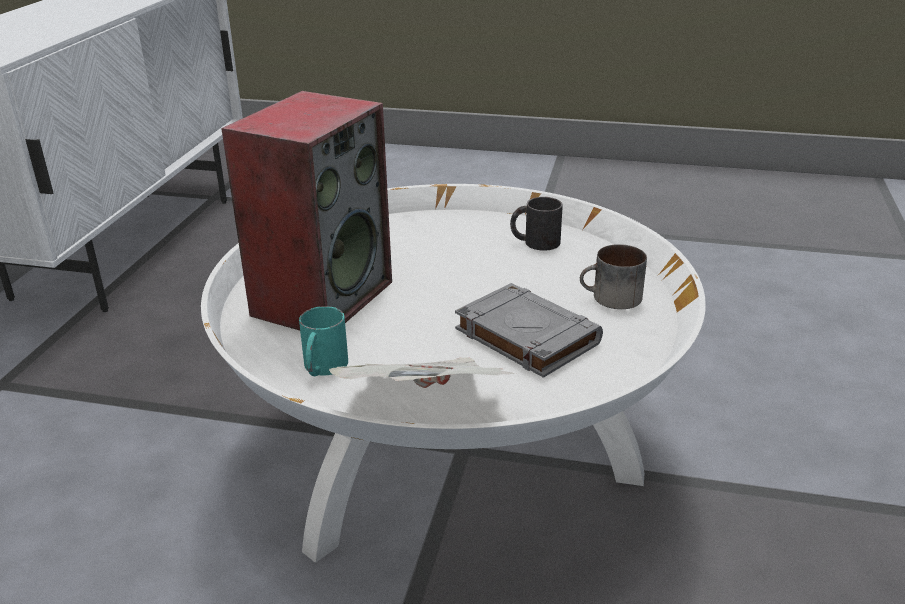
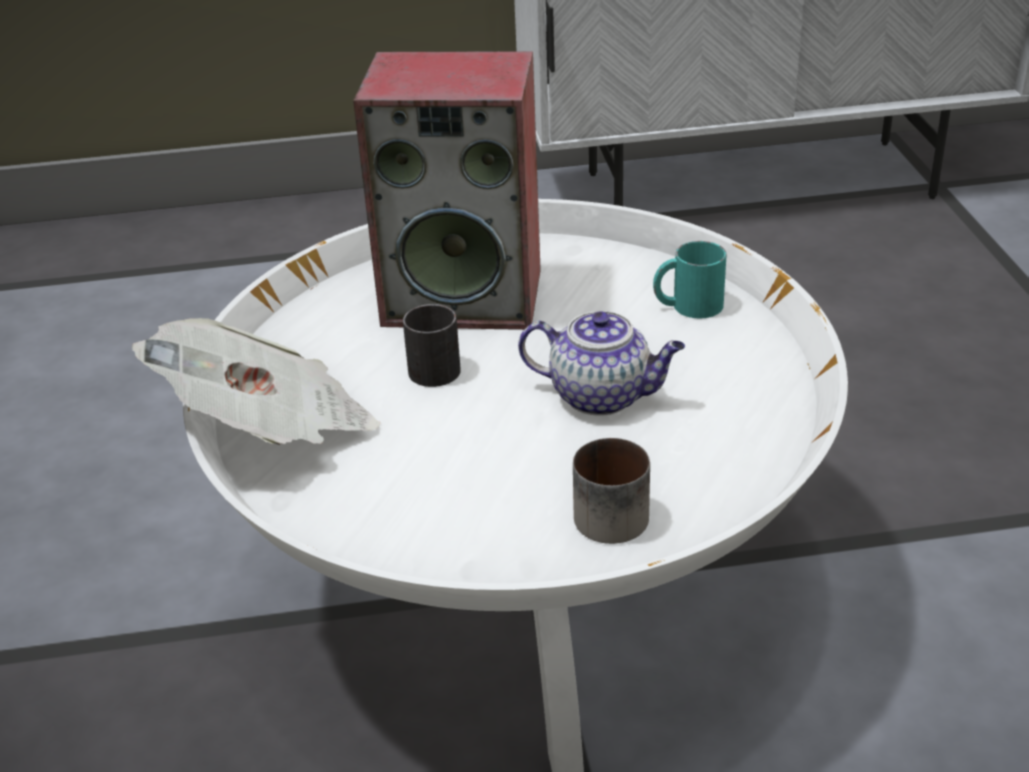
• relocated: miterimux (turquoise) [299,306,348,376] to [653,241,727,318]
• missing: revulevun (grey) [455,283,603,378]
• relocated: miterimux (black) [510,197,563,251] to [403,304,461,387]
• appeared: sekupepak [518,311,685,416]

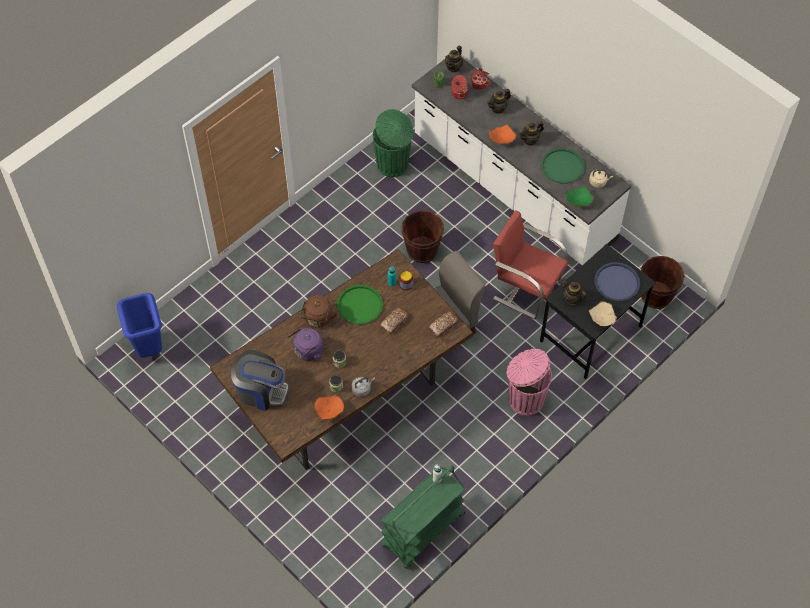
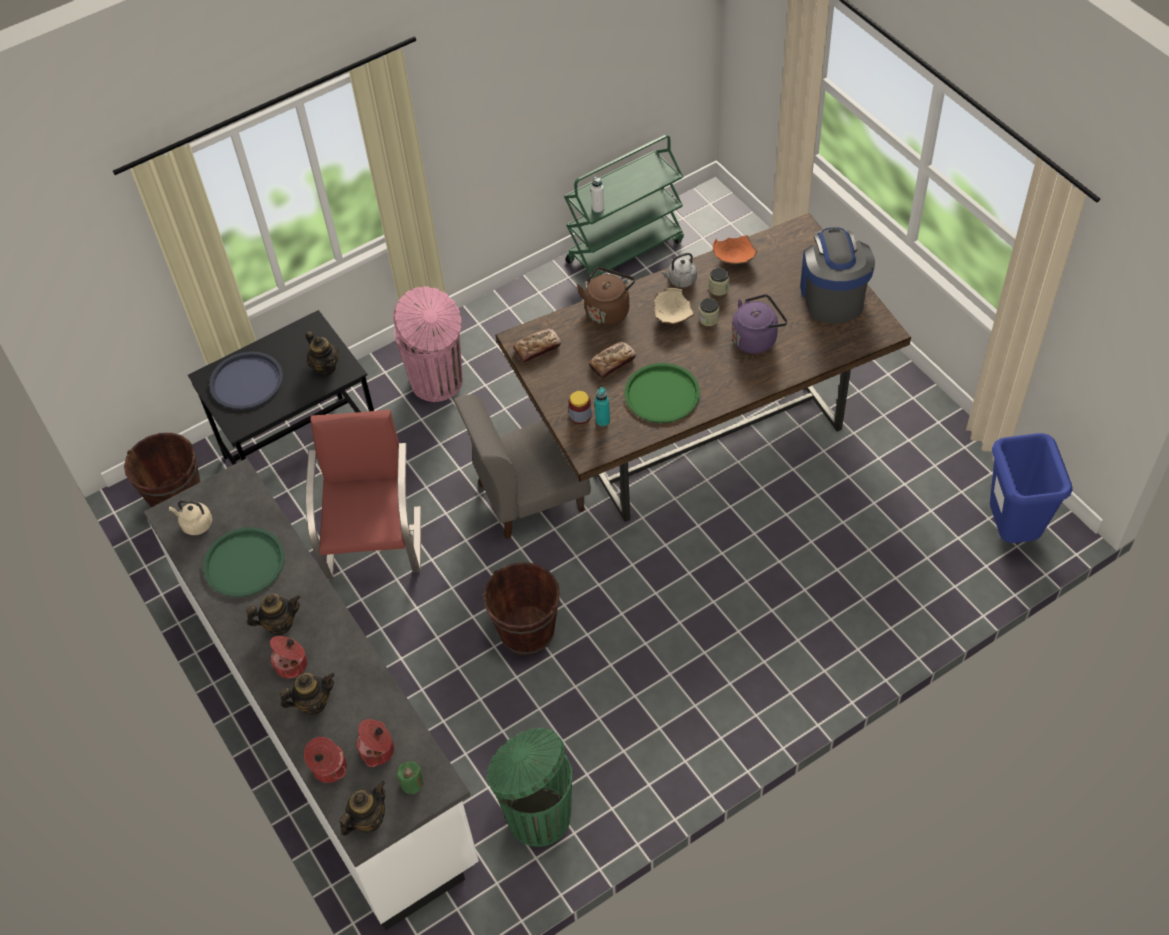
• spun: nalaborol [231,350,290,411] = [800,227,875,324] 60 degrees clockwise
• relocated: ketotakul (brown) [300,295,337,328] to [577,267,635,326]
• missing: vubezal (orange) [489,124,517,144]
• spun: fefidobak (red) [493,210,569,319] = [306,410,421,579] 135 degrees counterclockwise
• missing: vubezal (green) [566,186,594,207]
• relocated: vubezal (beige) [589,301,617,327] to [653,288,694,324]
• appeared: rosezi [270,636,307,679]

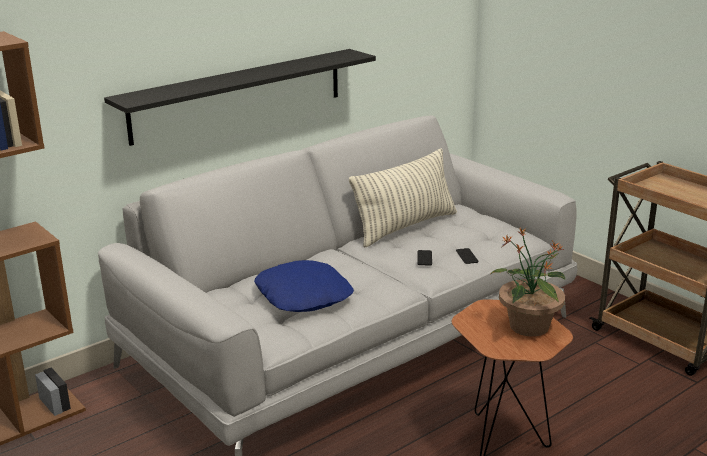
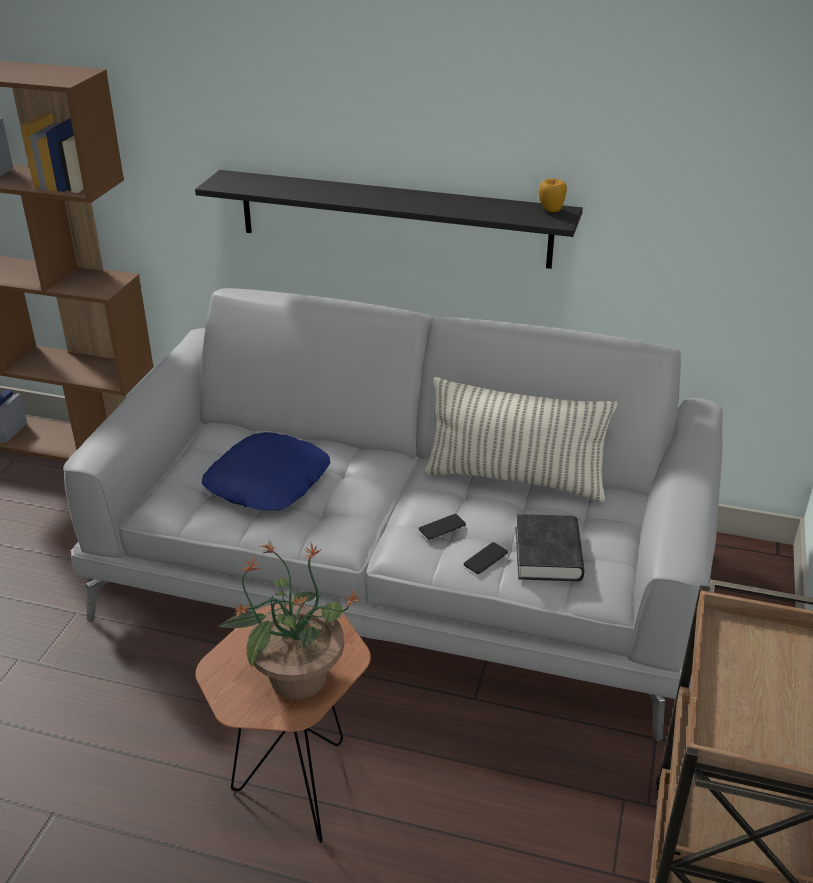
• appeared: revulevun (black) [516,514,584,581]
• appeared: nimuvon [538,179,567,212]

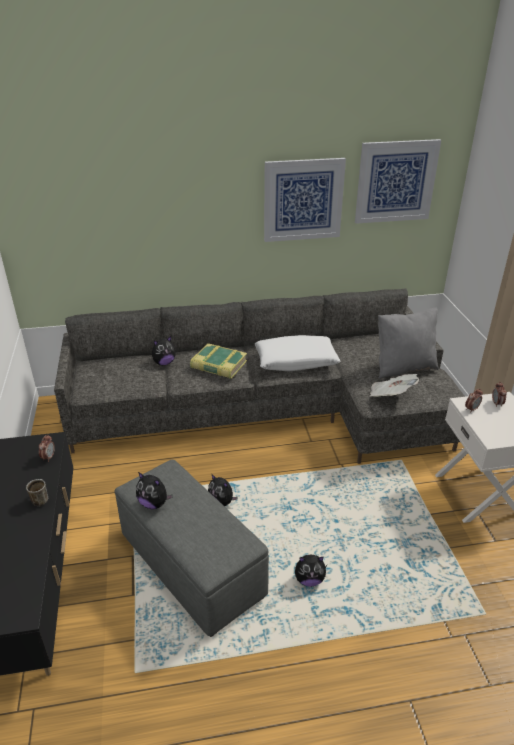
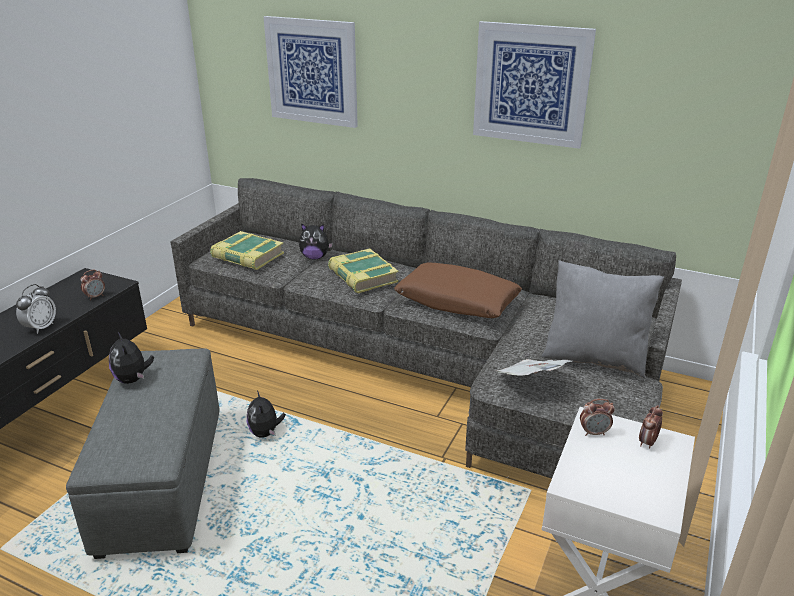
• exchanged: miterimux [26,479,48,507] to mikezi [16,284,56,334]
• colour: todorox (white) [255,335,341,372] to todorox (brown) [394,262,522,318]
• missing: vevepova [295,555,327,587]
• relocated: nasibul [355,139,441,224] to [264,16,358,128]
• appeared: revulevun [210,231,284,270]

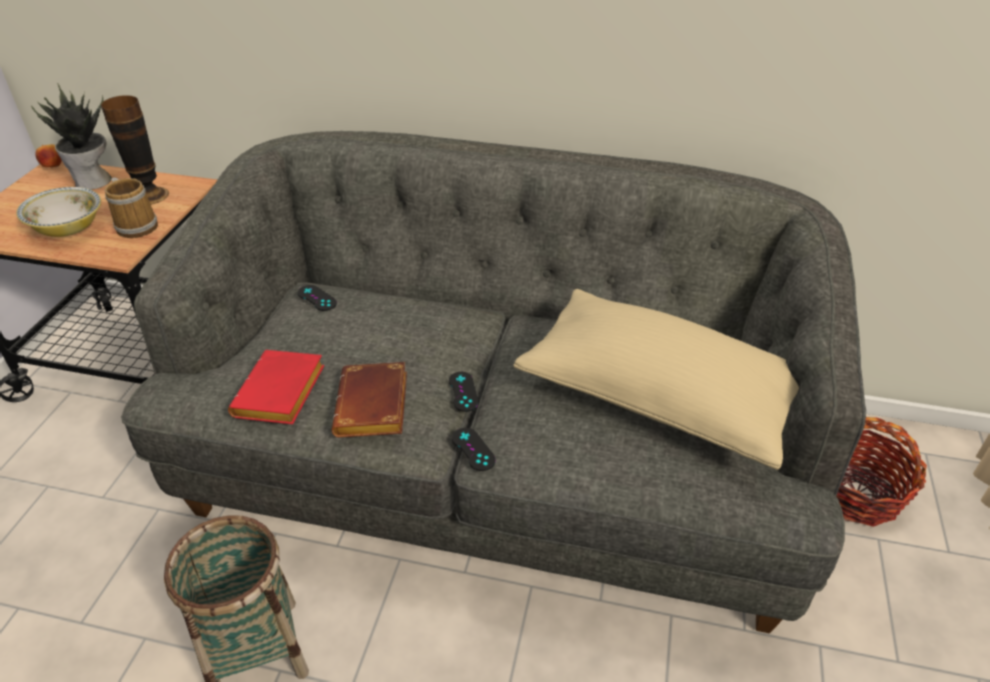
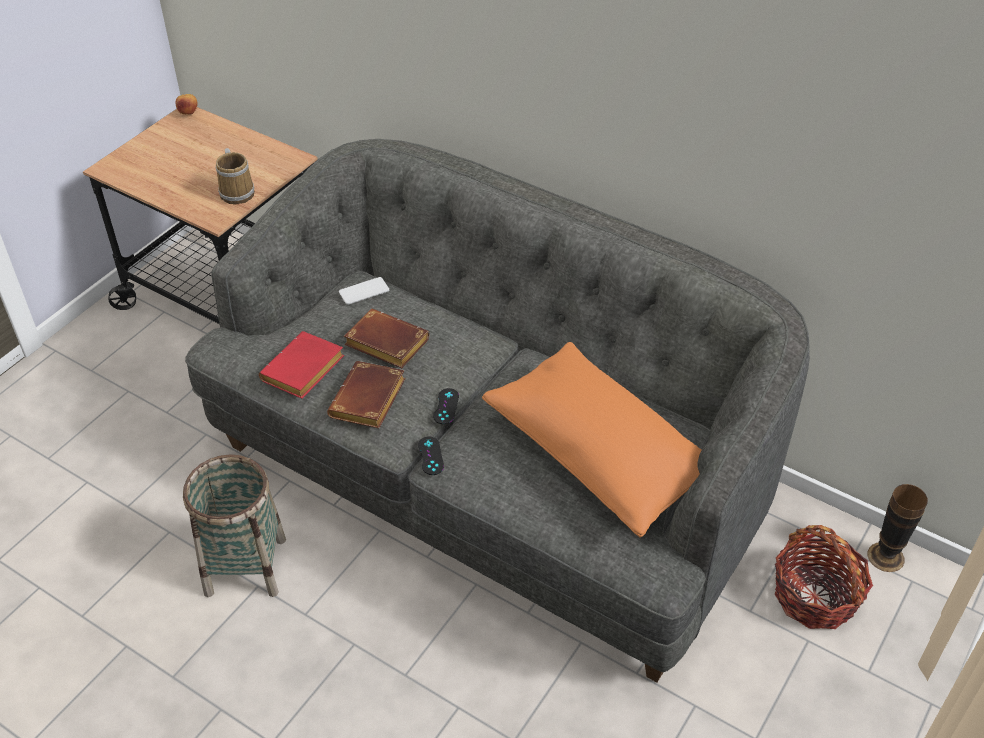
• missing: vubezal [16,187,101,237]
• missing: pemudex [31,83,112,190]
• relocated: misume [101,95,169,205] to [868,484,928,572]
• exchanged: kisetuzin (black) [298,285,337,311] to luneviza [339,277,389,305]
• colour: todorox (beige) [513,289,799,470] to todorox (orange) [482,342,702,538]
• appeared: revulevun (brown) [344,309,430,368]

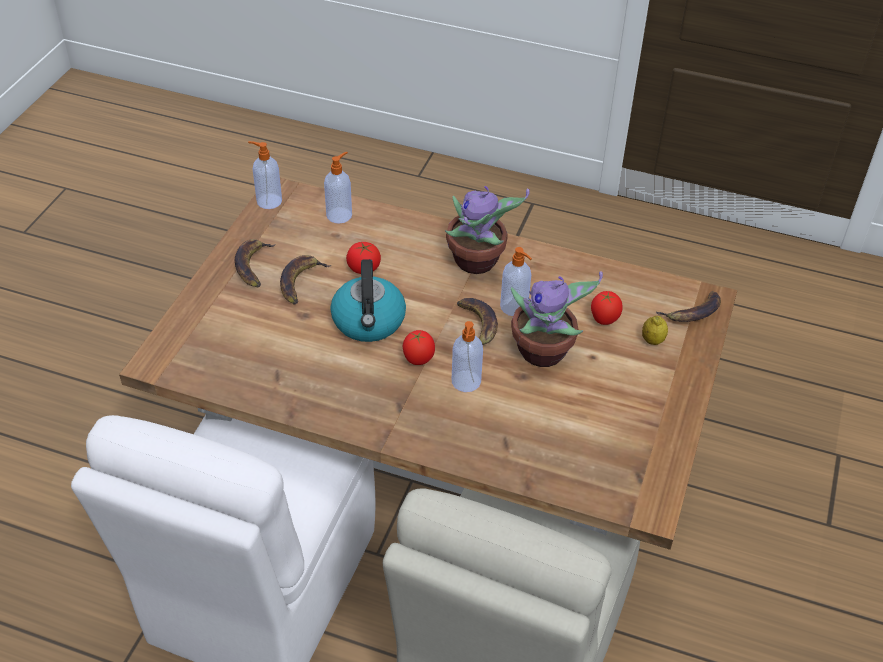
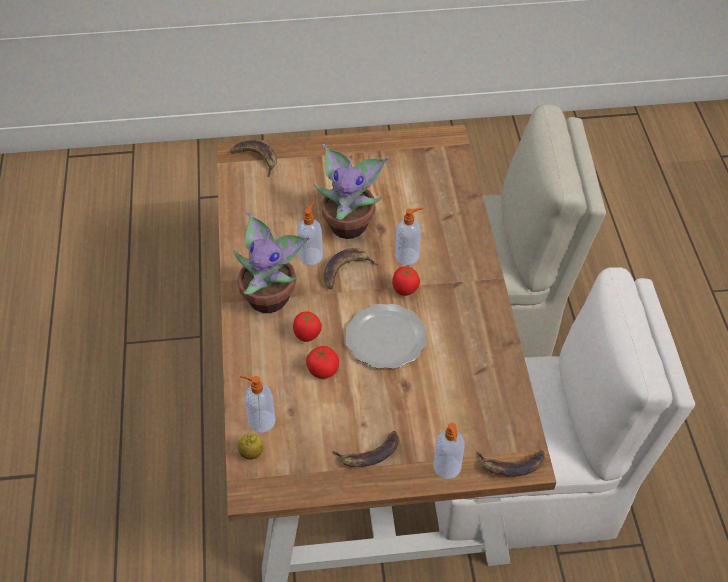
• relocated: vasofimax [248,141,282,209] to [433,423,464,479]
• relocated: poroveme [280,255,331,305] to [476,450,546,477]
• exchanged: ketotakul [330,259,406,342] to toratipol [346,304,427,369]
• relocated: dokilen [591,291,622,325] to [293,312,322,342]
• relocated: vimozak [642,316,668,345] to [238,433,263,460]

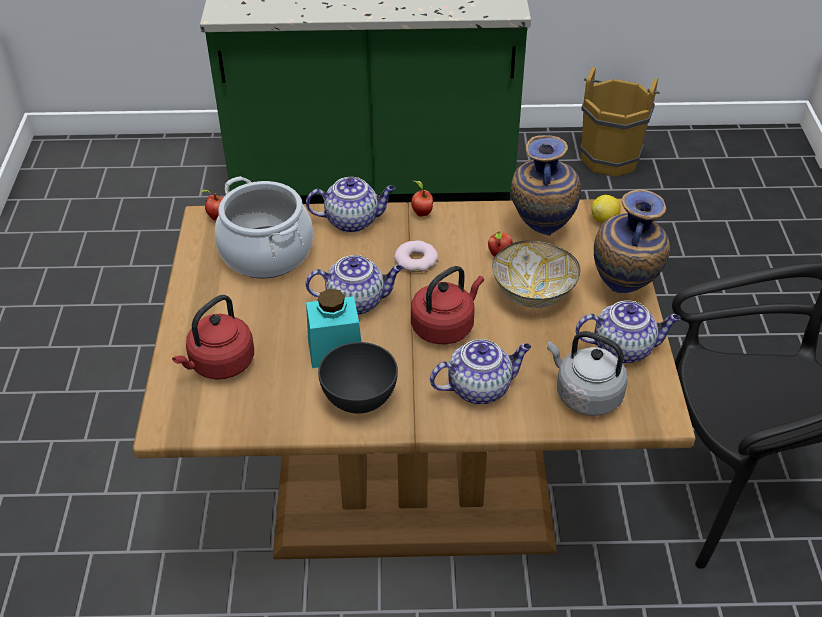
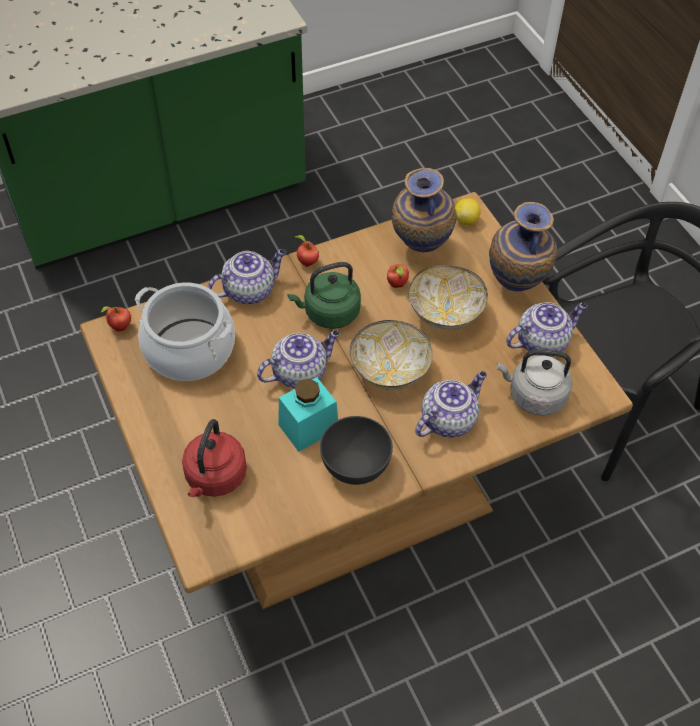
• exchanged: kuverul [394,241,438,272] to ketotakul (green) [288,262,361,329]
• exchanged: ketotakul (red) [411,266,484,344] to vubezal [350,320,433,390]
• missing: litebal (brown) [580,67,660,177]

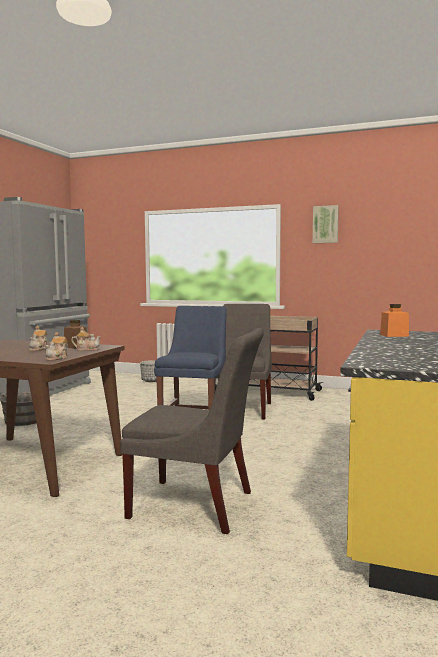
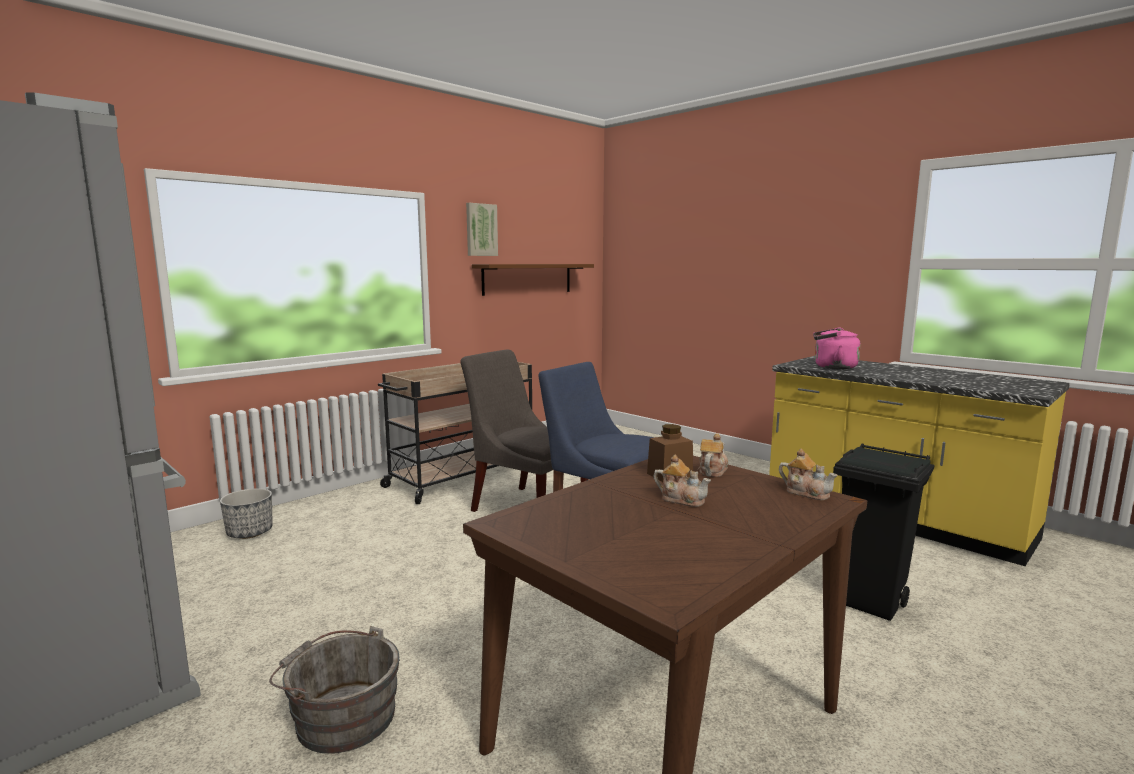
• exchanged: fefidobak (grey) [120,328,264,534] to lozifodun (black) [833,443,934,621]
• exchanged: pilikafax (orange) [380,304,409,337] to ketotakul (pink) [813,328,860,369]
• appeared: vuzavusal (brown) [472,264,594,296]

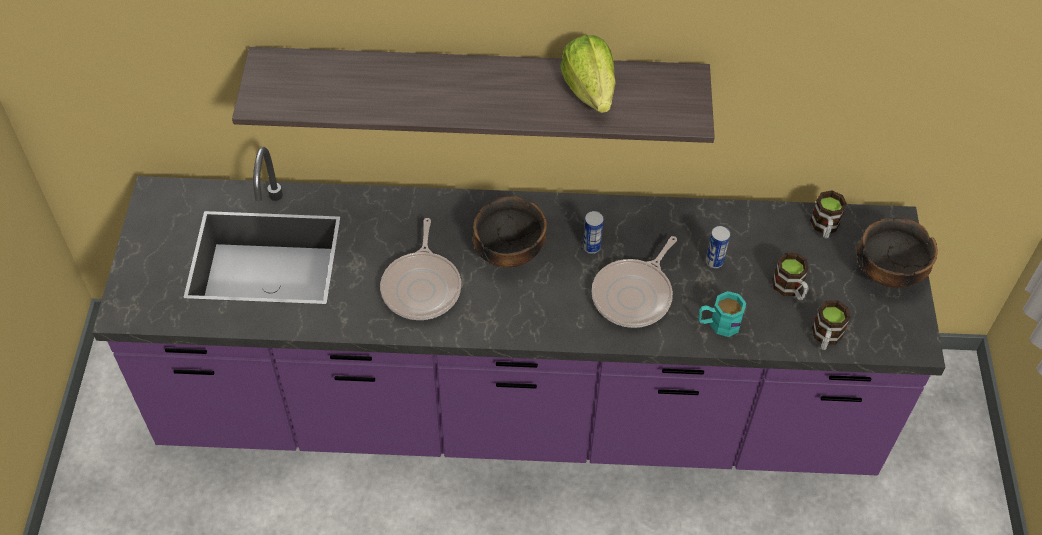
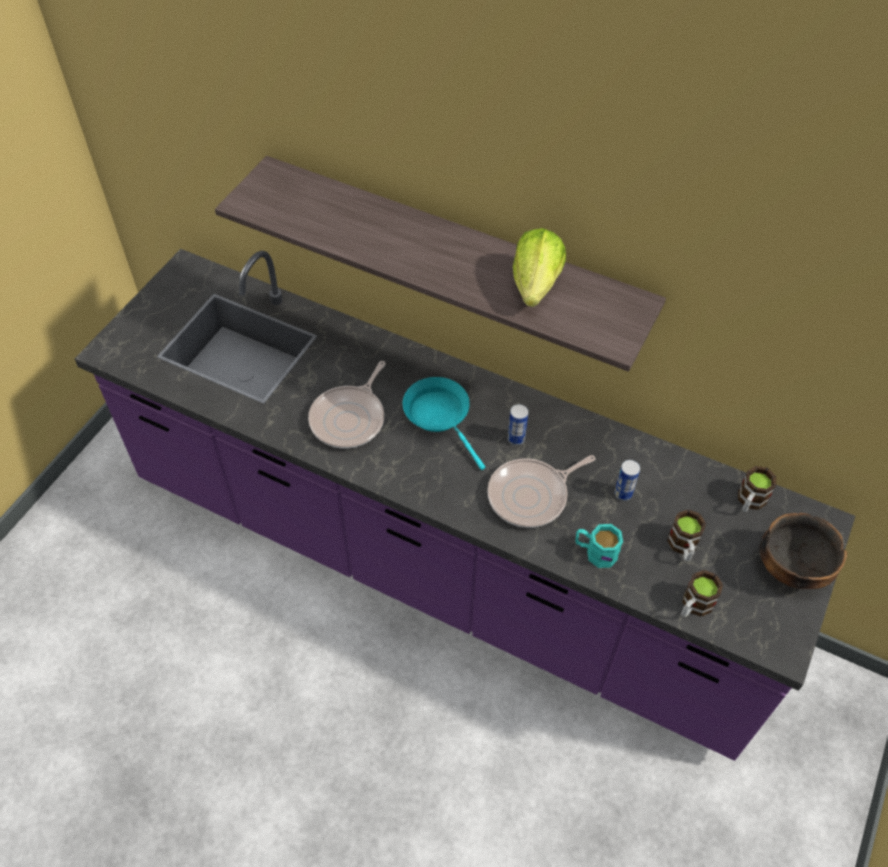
• exchanged: vubezal [473,196,547,267] to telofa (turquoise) [403,377,485,470]

